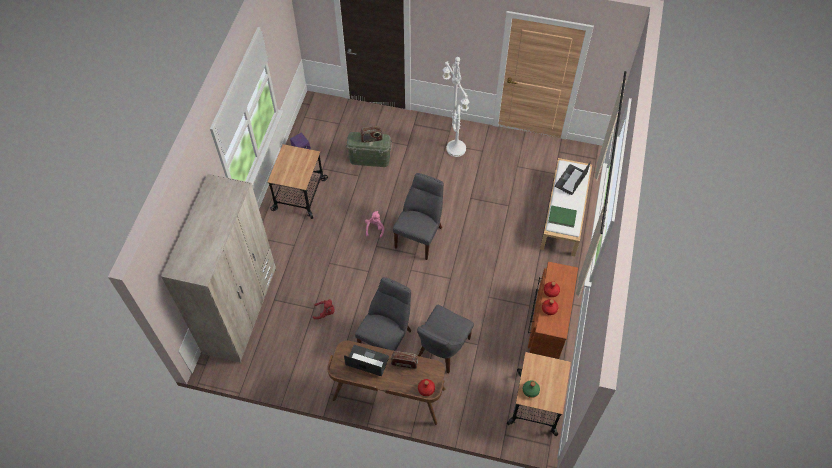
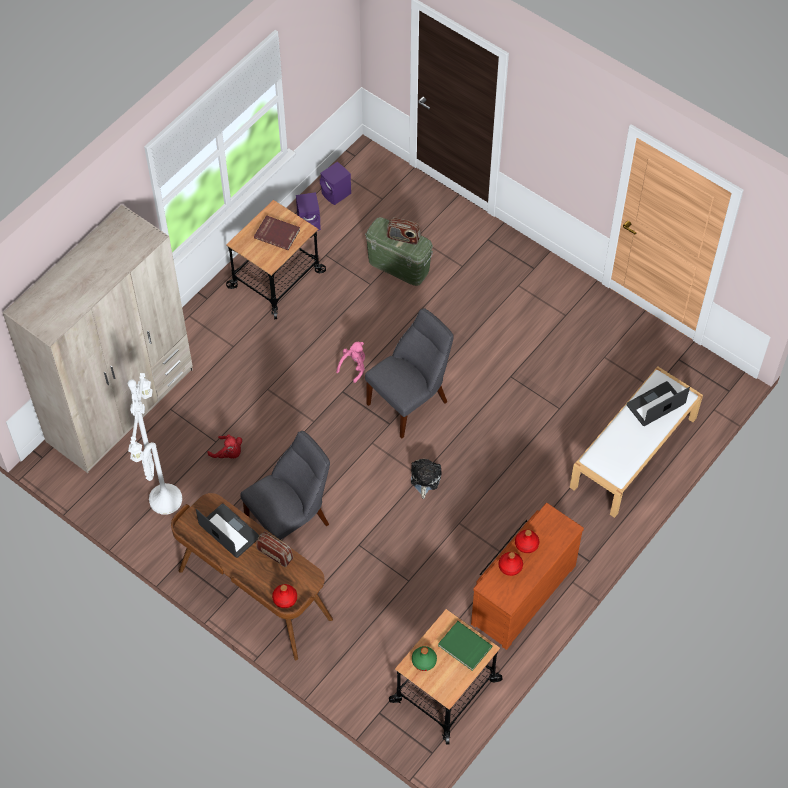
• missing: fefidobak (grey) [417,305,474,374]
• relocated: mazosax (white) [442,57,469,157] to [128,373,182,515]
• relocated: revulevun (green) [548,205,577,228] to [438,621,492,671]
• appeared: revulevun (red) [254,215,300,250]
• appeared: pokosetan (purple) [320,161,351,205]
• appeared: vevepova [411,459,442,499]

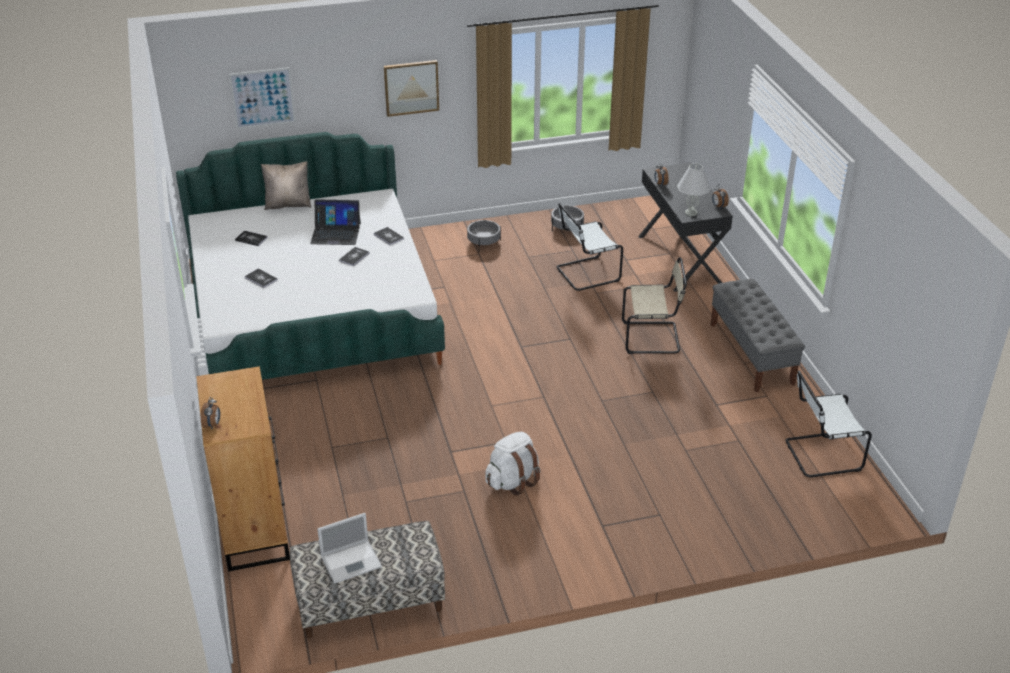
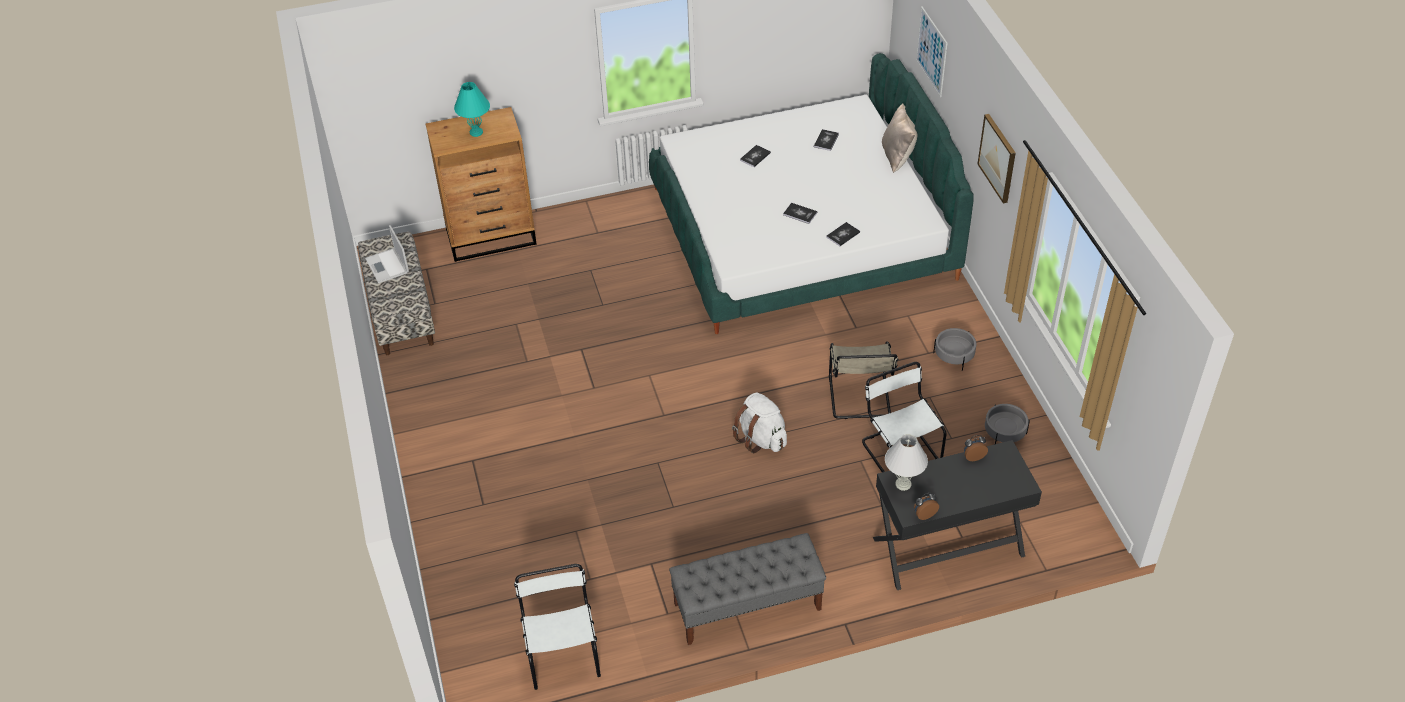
• missing: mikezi [201,397,220,429]
• missing: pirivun [310,199,361,245]
• relocated: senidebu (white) [485,431,540,496] to [732,392,787,453]
• relocated: fefidobak (beige) [622,257,687,354] to [829,341,898,419]
• appeared: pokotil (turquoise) [454,82,490,137]

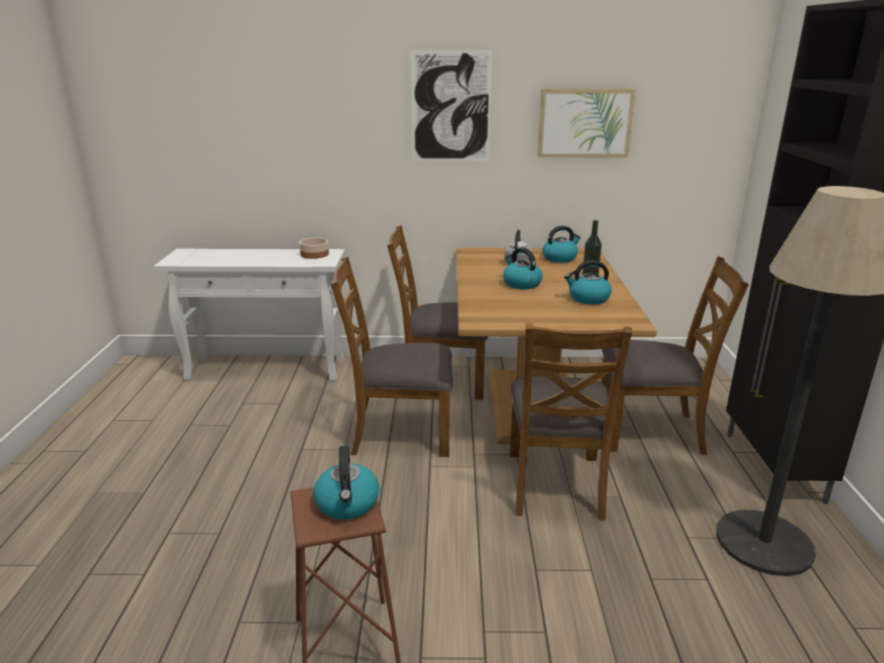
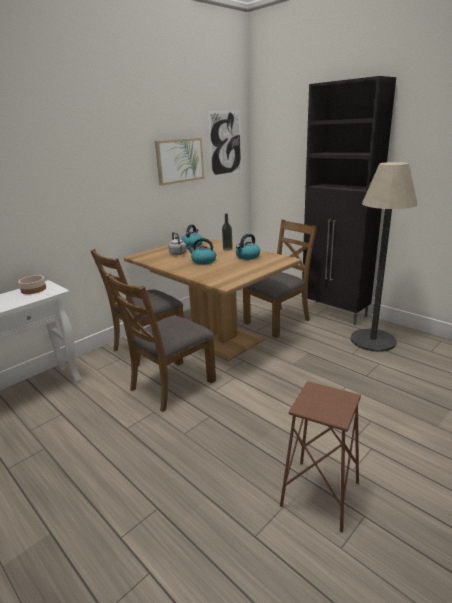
• missing: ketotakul [313,446,379,520]
• relocated: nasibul [411,50,492,161] to [208,111,242,177]
• missing: fefidobak (brown) [510,323,632,521]

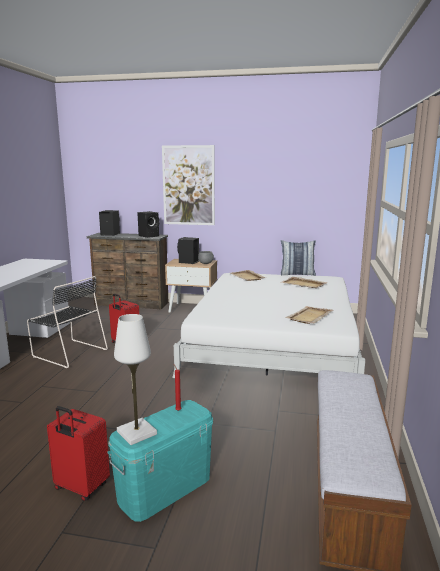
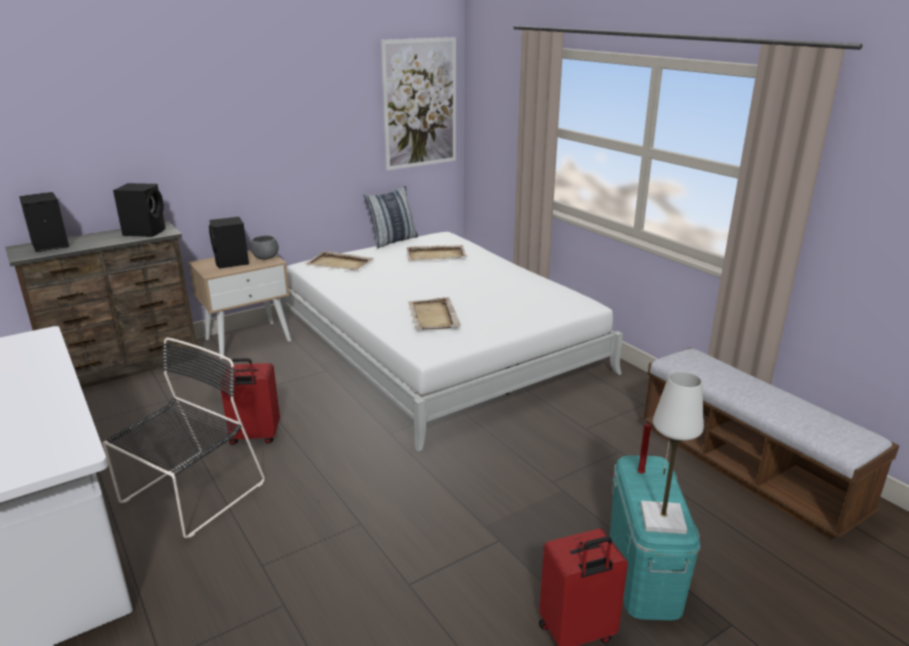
• spun: fefidobak (black) [27,276,108,368] = [102,338,265,538] 45 degrees counterclockwise
• relocated: nasibul [162,145,215,225] to [381,37,456,170]
• relocated: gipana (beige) [285,306,334,324] to [408,297,461,329]

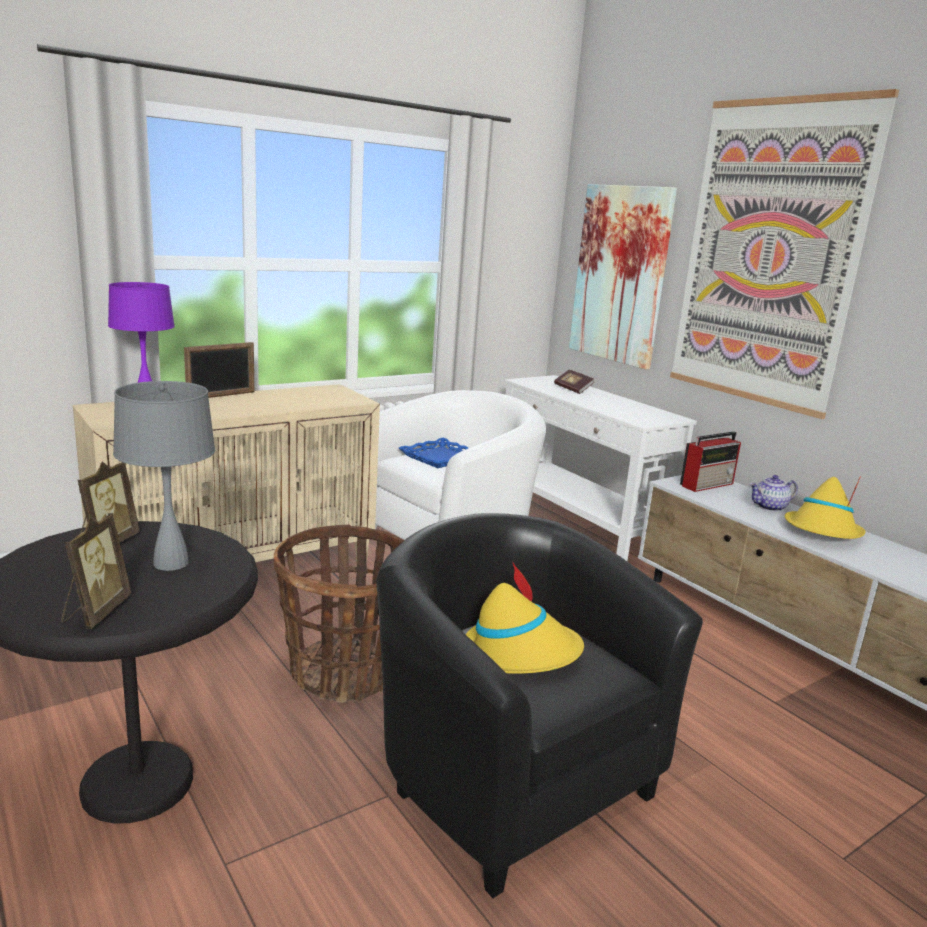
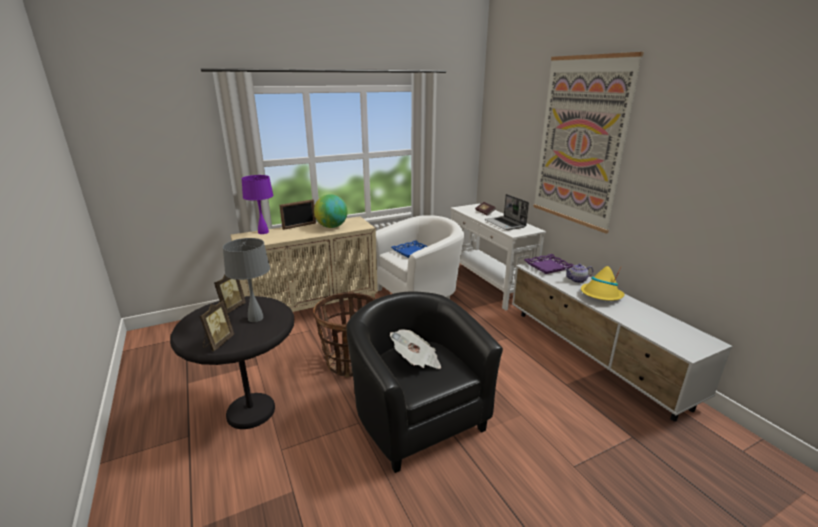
• exchanged: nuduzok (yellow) [466,563,584,674] to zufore [390,329,442,369]
• missing: nasibul [569,184,677,370]
• exchanged: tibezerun [680,432,741,492] to gipana (purple) [524,254,574,274]
• appeared: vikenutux [314,194,348,228]
• appeared: pirivun [485,194,529,230]

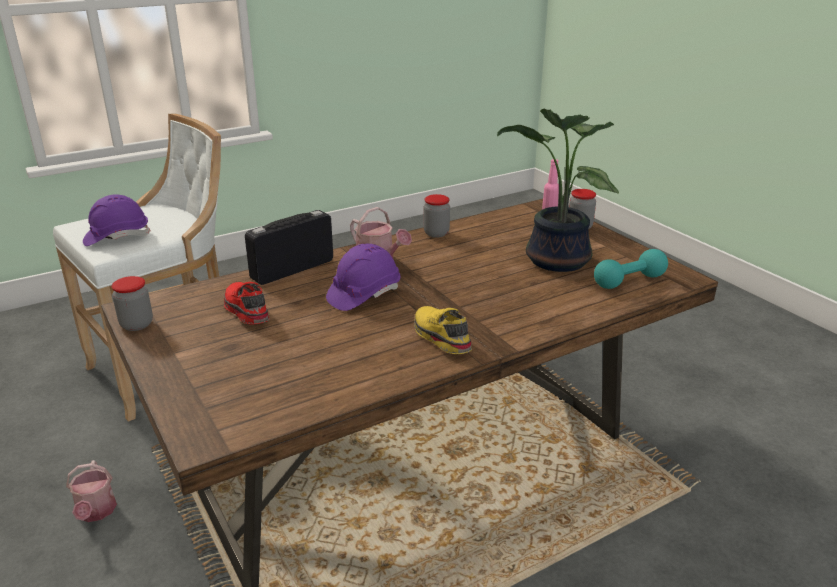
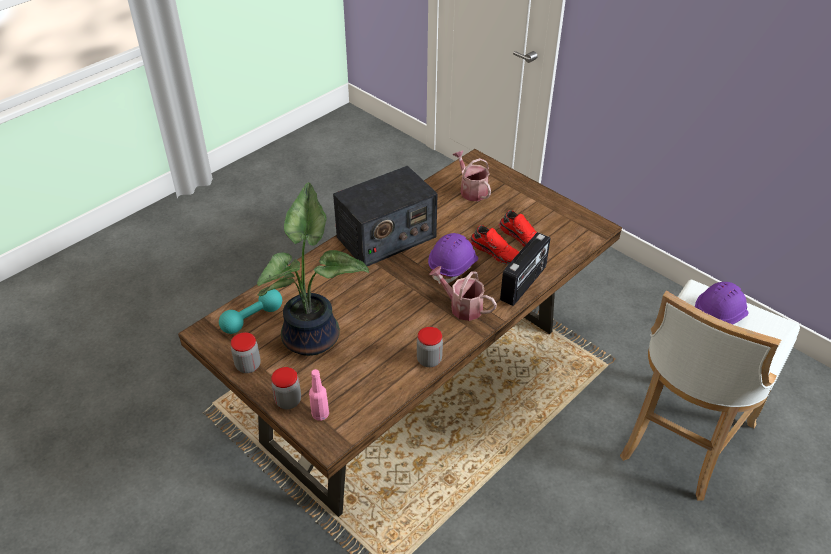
• relocated: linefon [66,460,117,522] to [453,150,491,201]
• relocated: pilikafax [112,276,153,331] to [231,332,261,373]
• exchanged: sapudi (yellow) [414,306,472,354] to tibezerun [333,166,438,266]
• appeared: sapudi (red) [470,225,519,265]

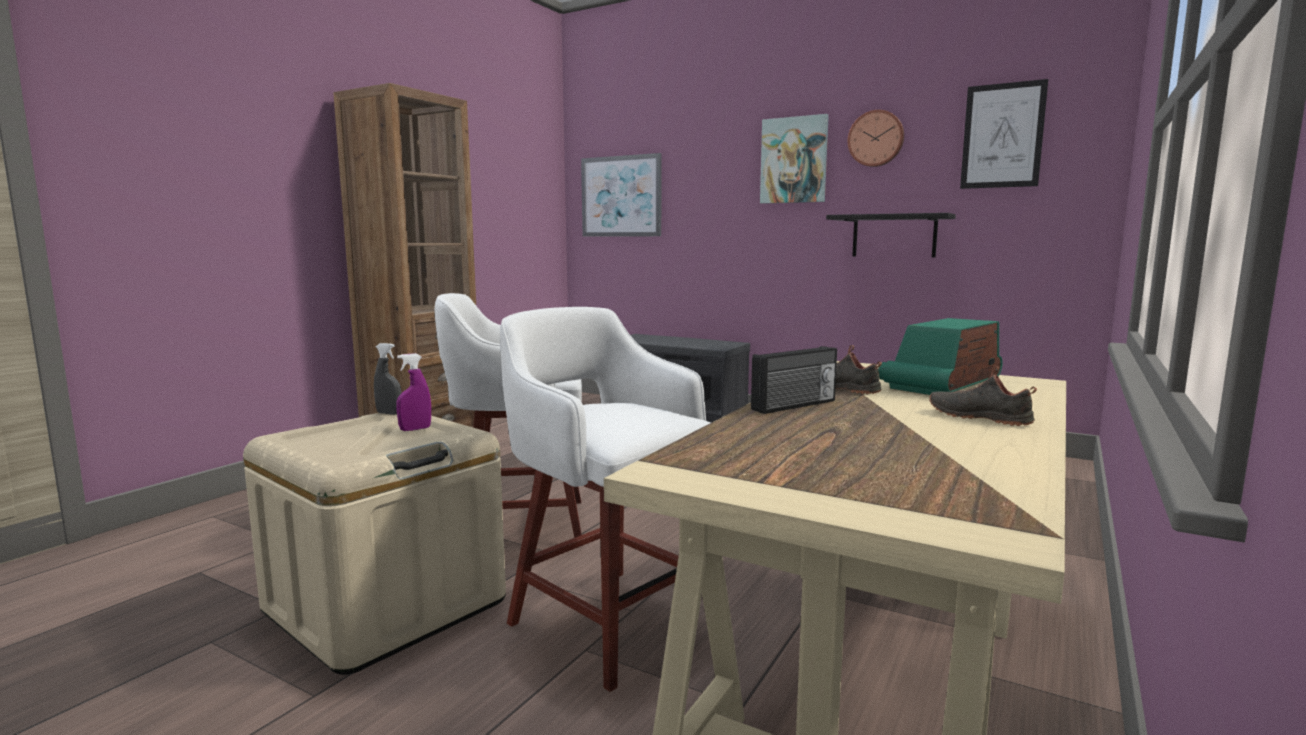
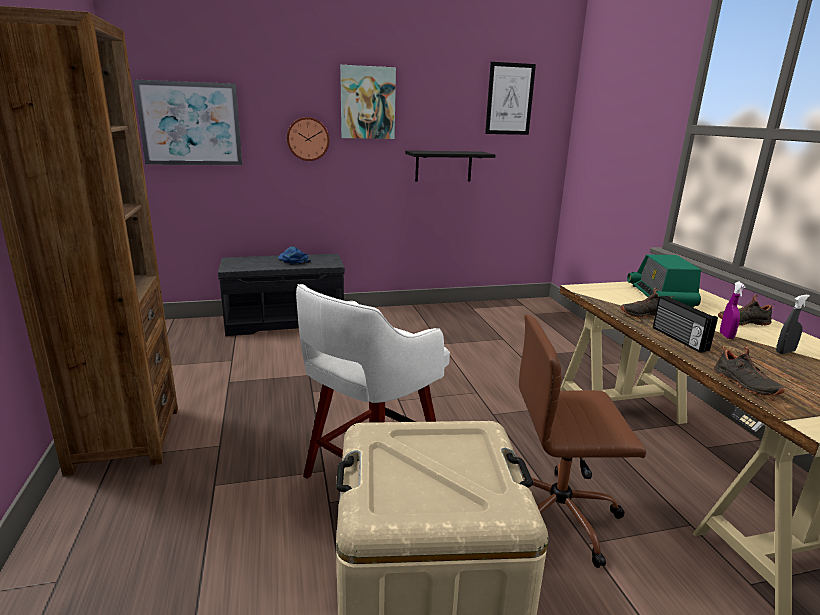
• relocated: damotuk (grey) [374,343,401,415] to [776,295,810,354]
• relocated: damotuk (purple) [396,353,431,431] to [720,282,746,339]
• exchanged: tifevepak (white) [500,307,711,692] to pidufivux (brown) [519,314,646,568]
• spun: tibezerun [751,346,837,414] = [653,296,718,353] 150 degrees clockwise
• relocated: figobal [848,110,904,167] to [287,117,329,161]
• appeared: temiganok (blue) [278,247,311,264]
• appeared: sapudi (black) [714,346,785,396]

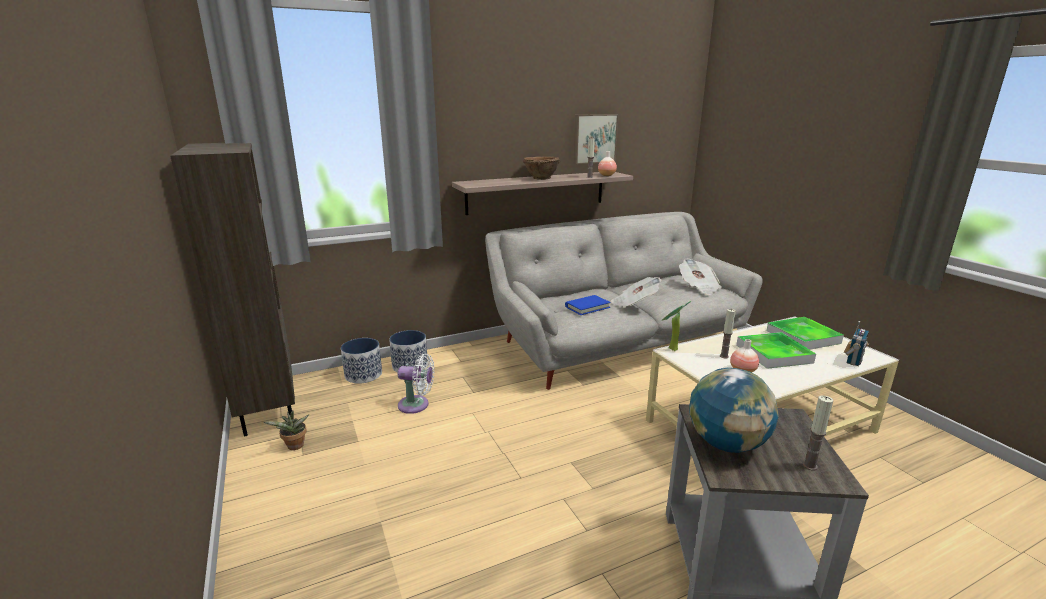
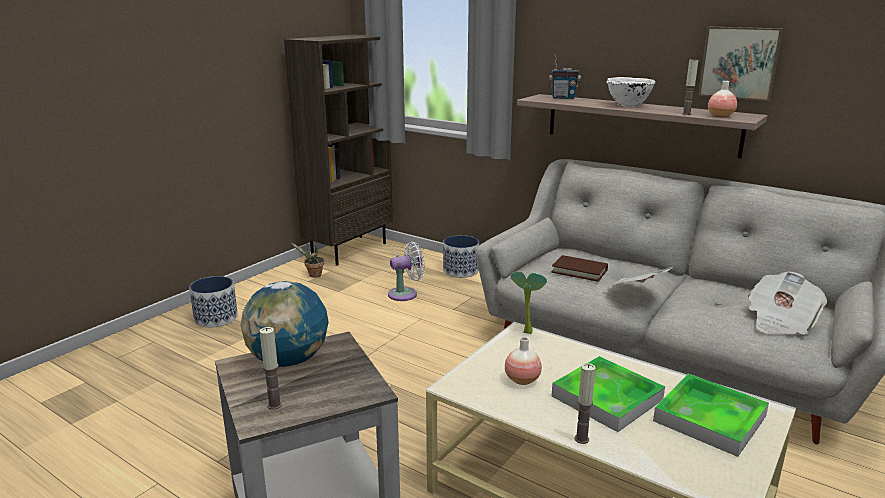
• relocated: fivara [341,338,382,384] to [189,276,238,328]
• spun: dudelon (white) [398,354,435,414] = [388,242,425,301] 90 degrees counterclockwise
• colour: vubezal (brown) [523,157,560,180] to vubezal (white) [606,77,655,107]
• colour: revulevun (blue) [565,295,611,315] to revulevun (brown) [552,255,608,282]
• relocated: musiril [720,309,736,358] to [574,363,596,444]
• relocated: tibezerun [844,321,869,366] to [549,54,581,99]

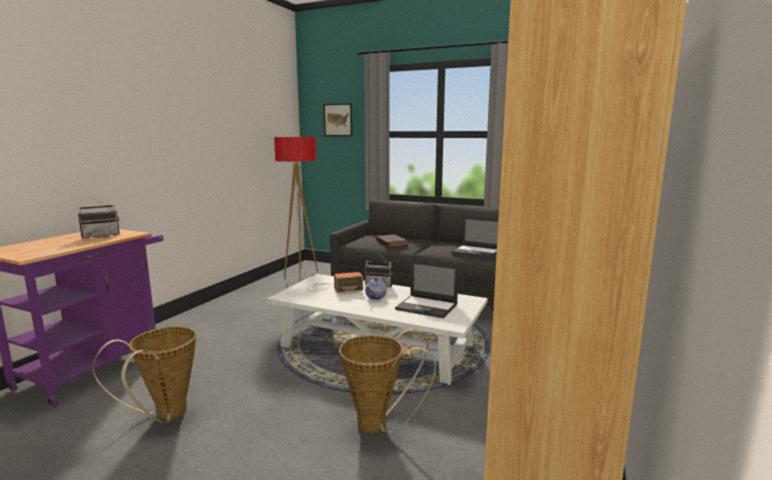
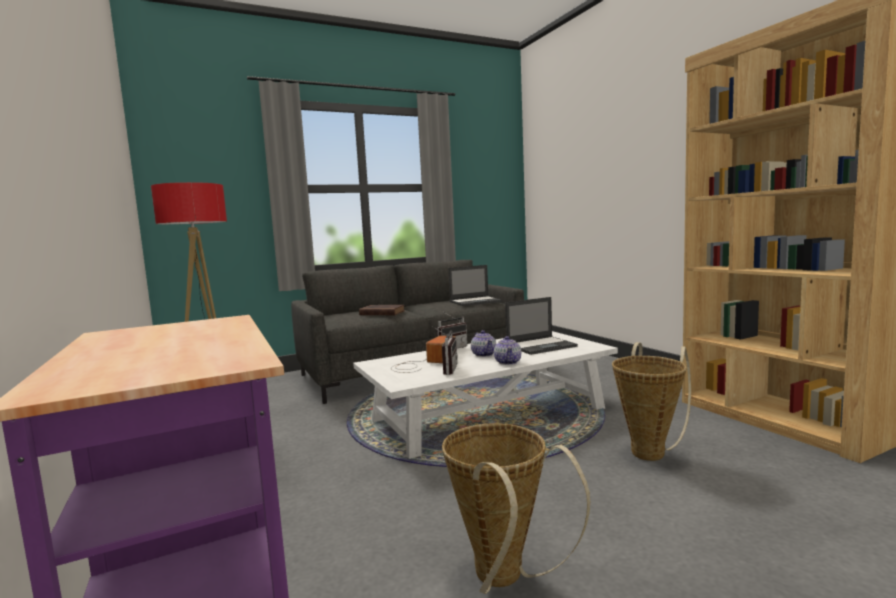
• relocated: tibezerun [78,197,120,238] to [432,326,458,375]
• missing: nasibul [324,103,352,136]
• appeared: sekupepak [494,336,521,365]

